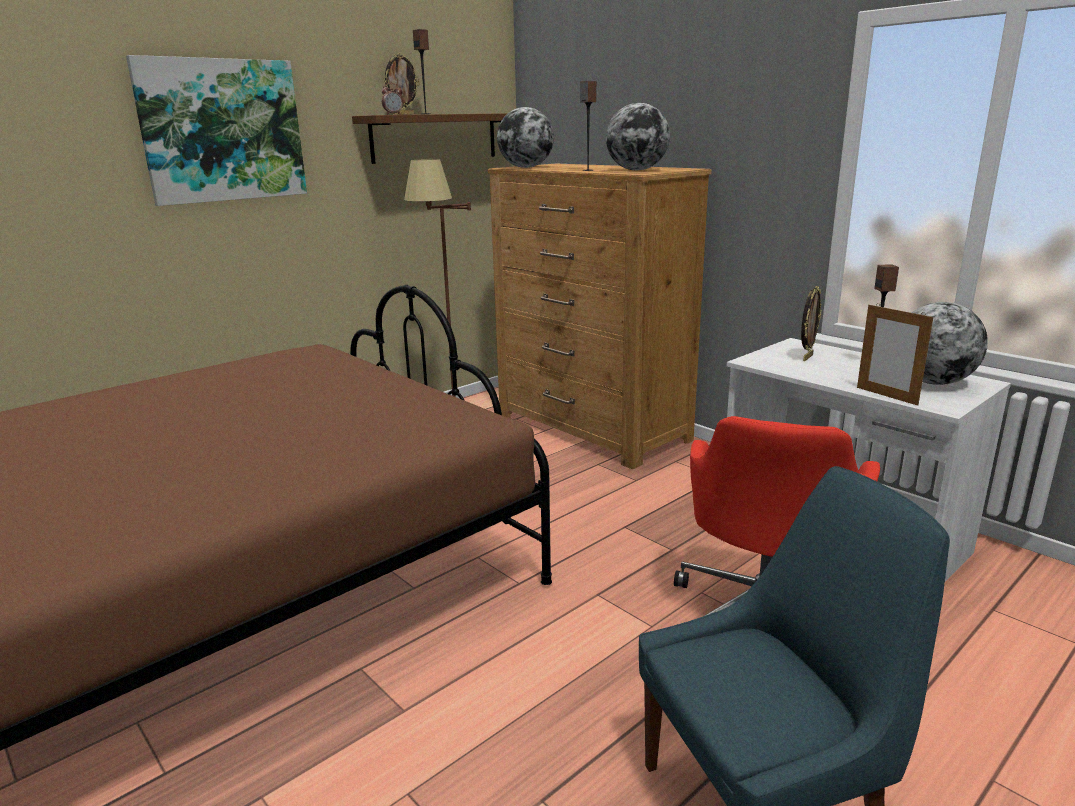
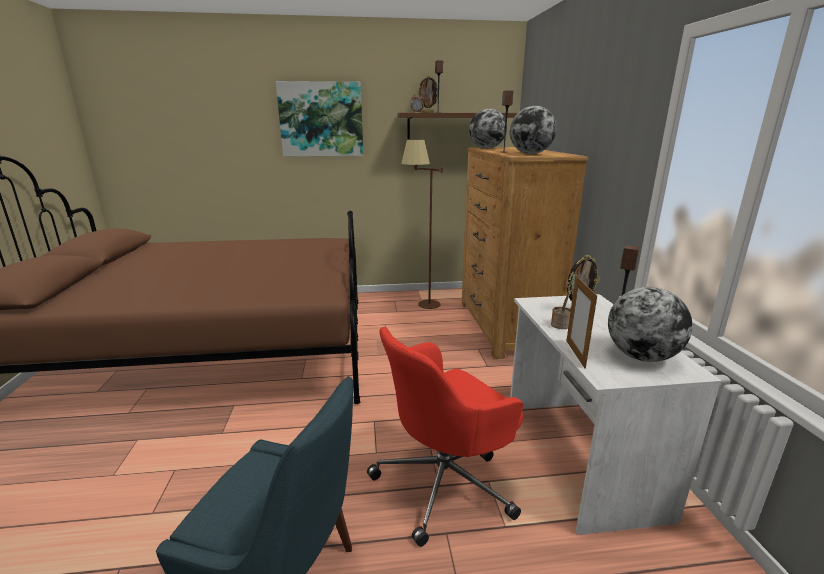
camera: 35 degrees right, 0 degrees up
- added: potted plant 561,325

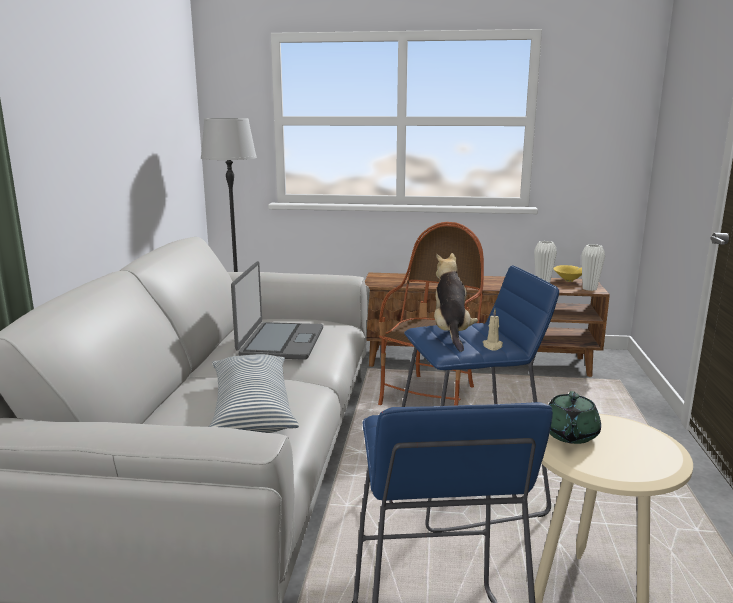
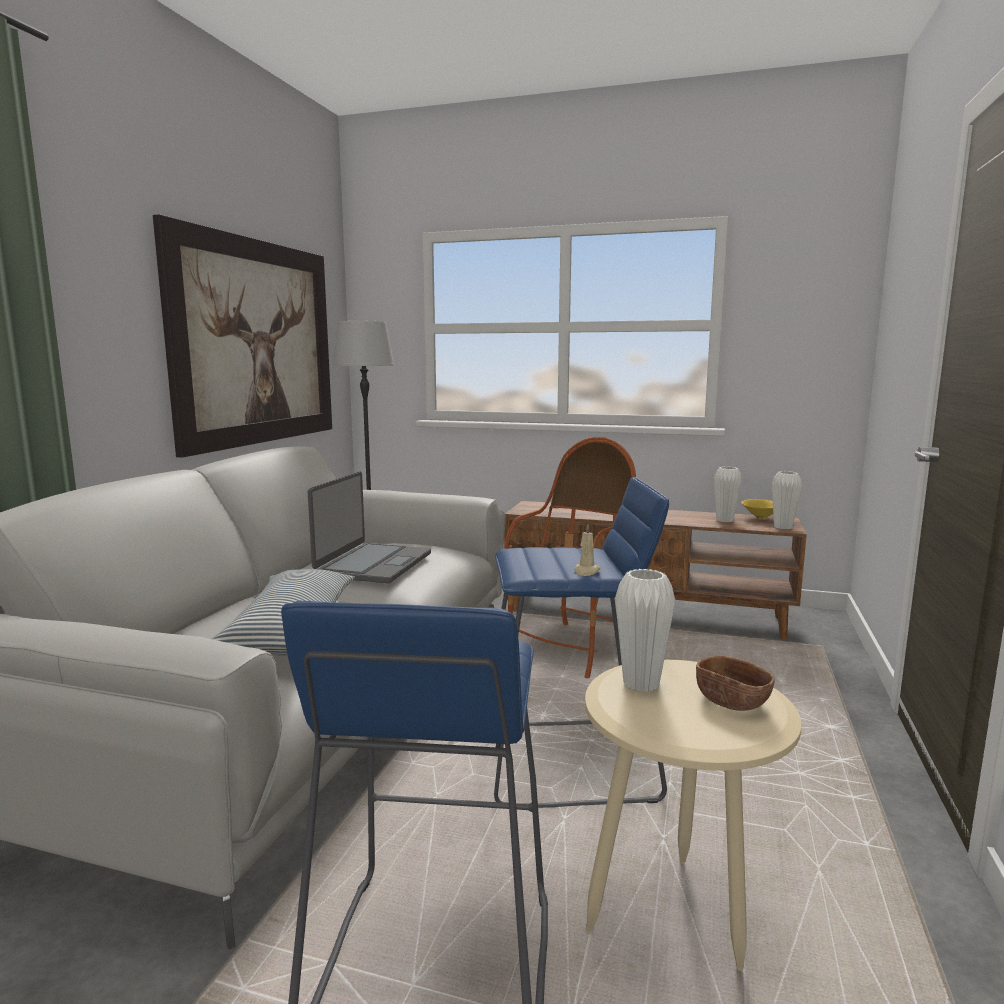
camera: 10 degrees right, 5 degrees down
- added: picture 257,343
- replaced: green teapot 569,435 to white vase 641,683
- added: brown bowl 732,701
- removed: plush toy 451,332

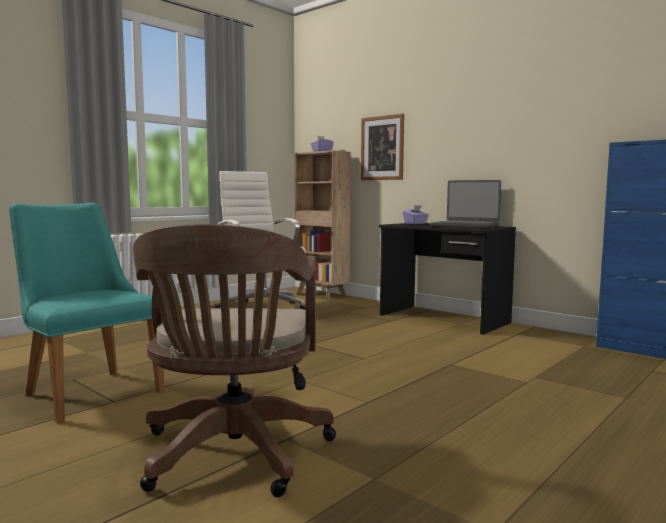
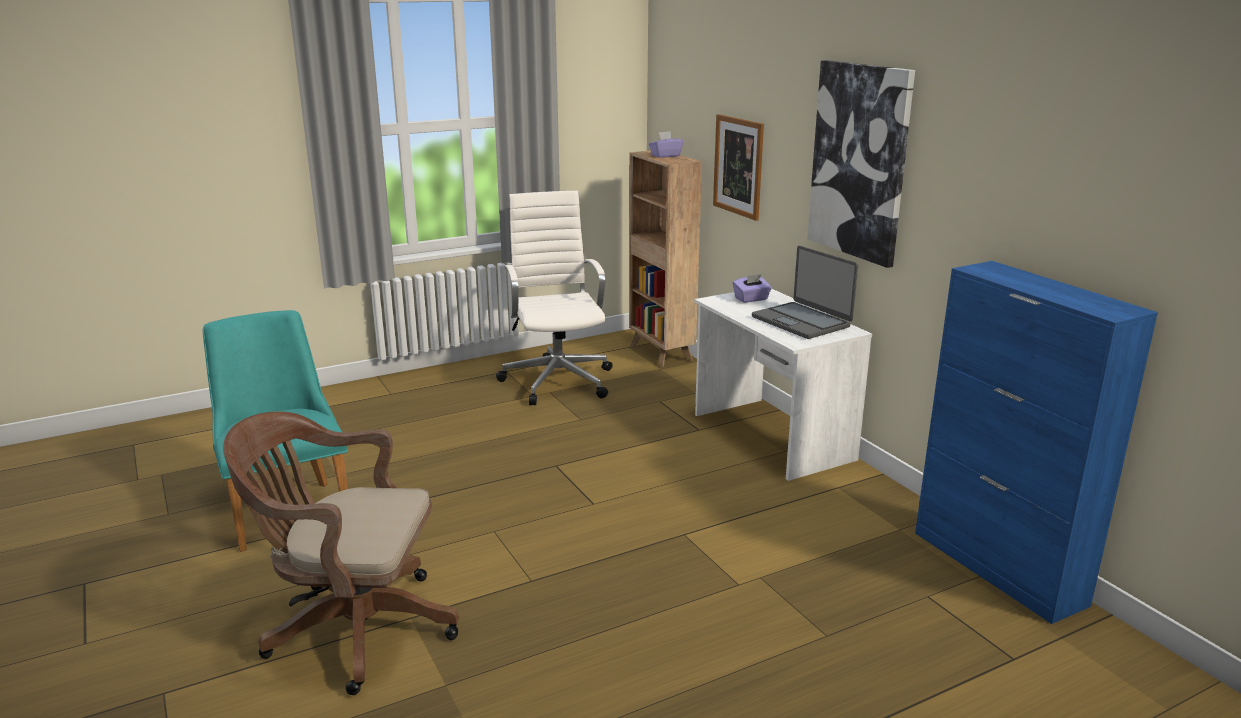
camera: 20 degrees right, 15 degrees up
- turned: brown office chair 233,456 = 352,628 75 degrees clockwise
- recoloured: black desk 443,319 to white desk 771,437
- added: picture 859,161

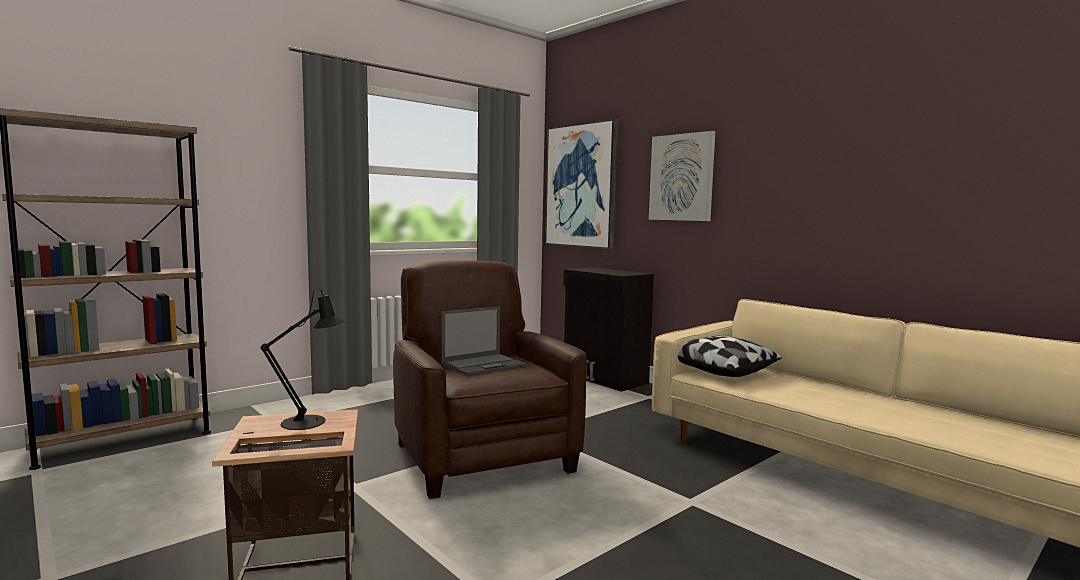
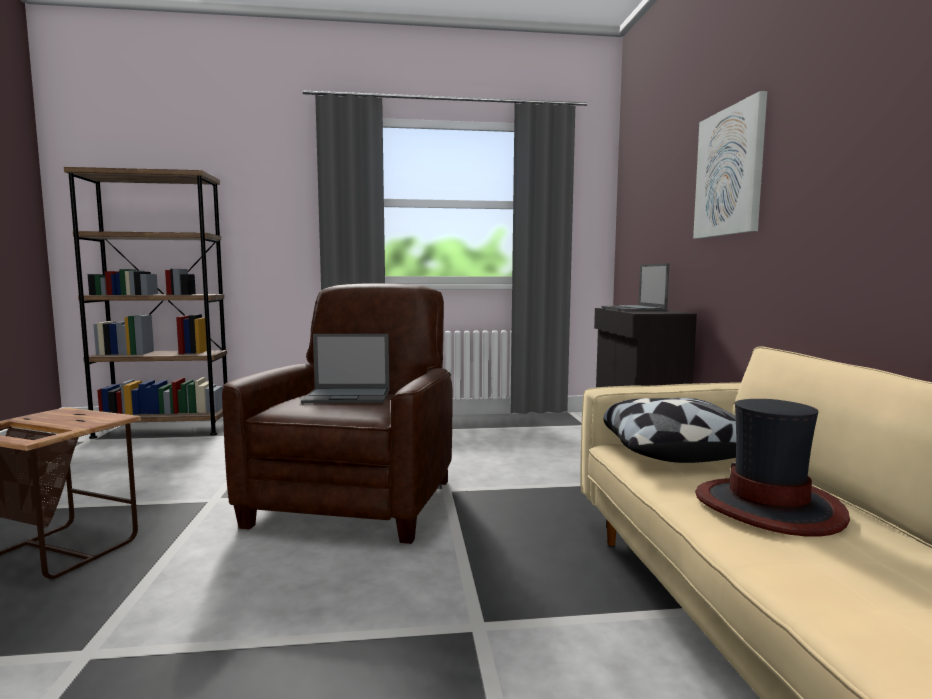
camera: 35 degrees right, 0 degrees up
- added: laptop 633,309
- added: hat 768,506
- removed: black table lamp 310,422
- removed: picture 582,186

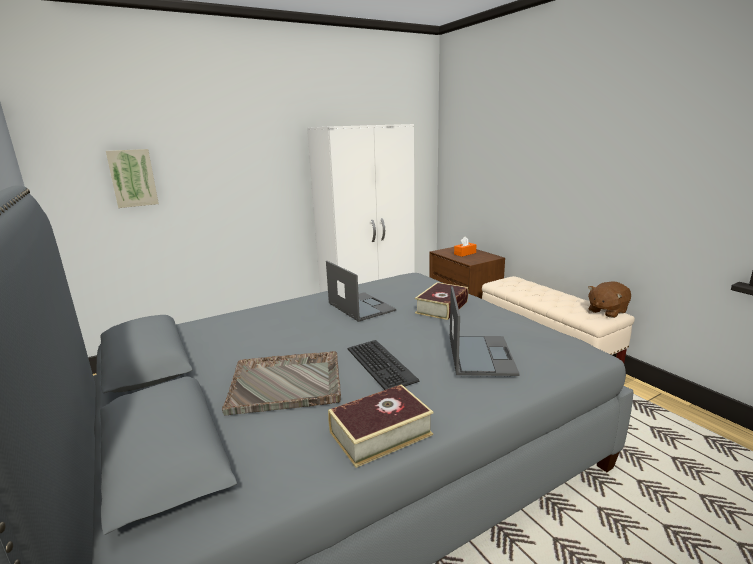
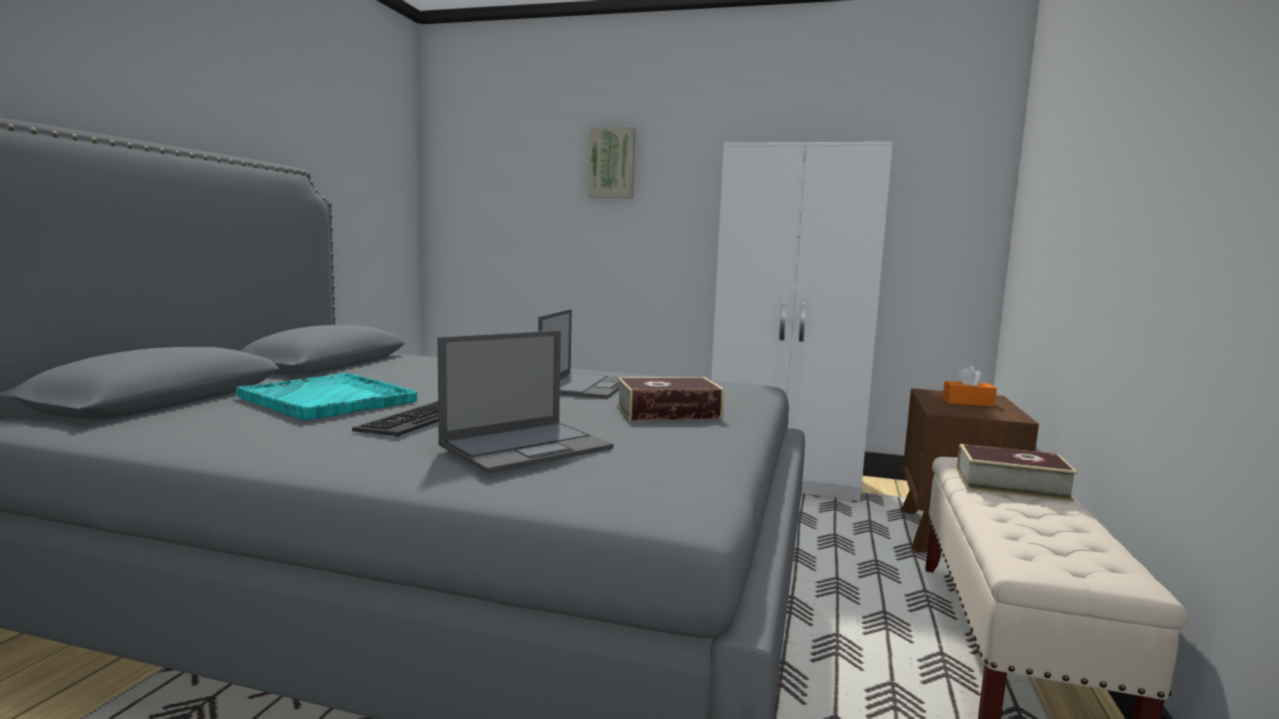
camera: 45 degrees right, 10 degrees down
- recoloured: grey tray 287,383 to turquoise tray 328,399
- moved: picture 132,178 to 612,163
- moved: book 380,433 to 1011,484
- removed: brown plush toy 606,311

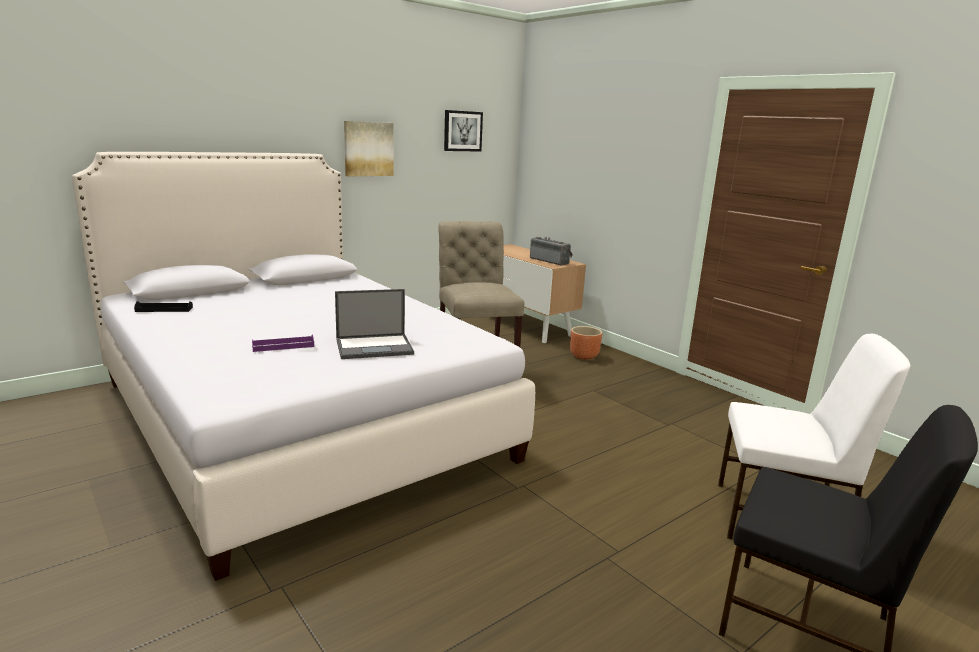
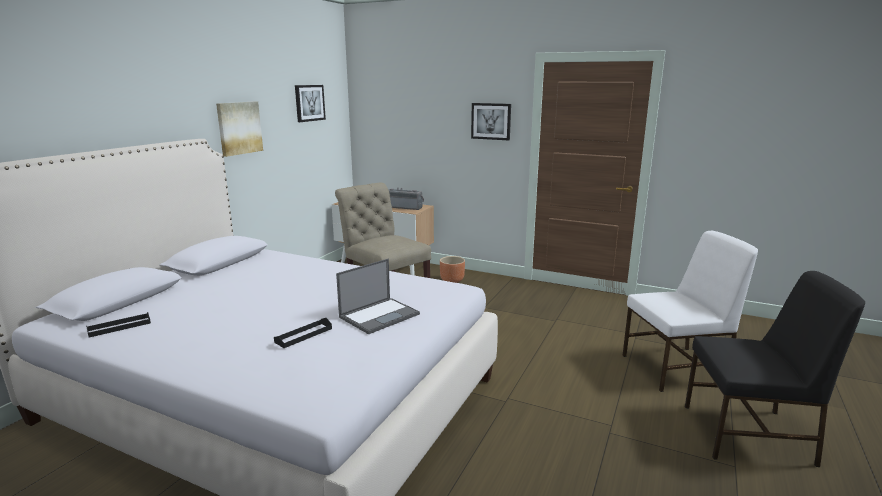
camera: 25 degrees left, 0 degrees up
- recoloured: purple tray 283,346 to black tray 303,335
- added: picture 491,121

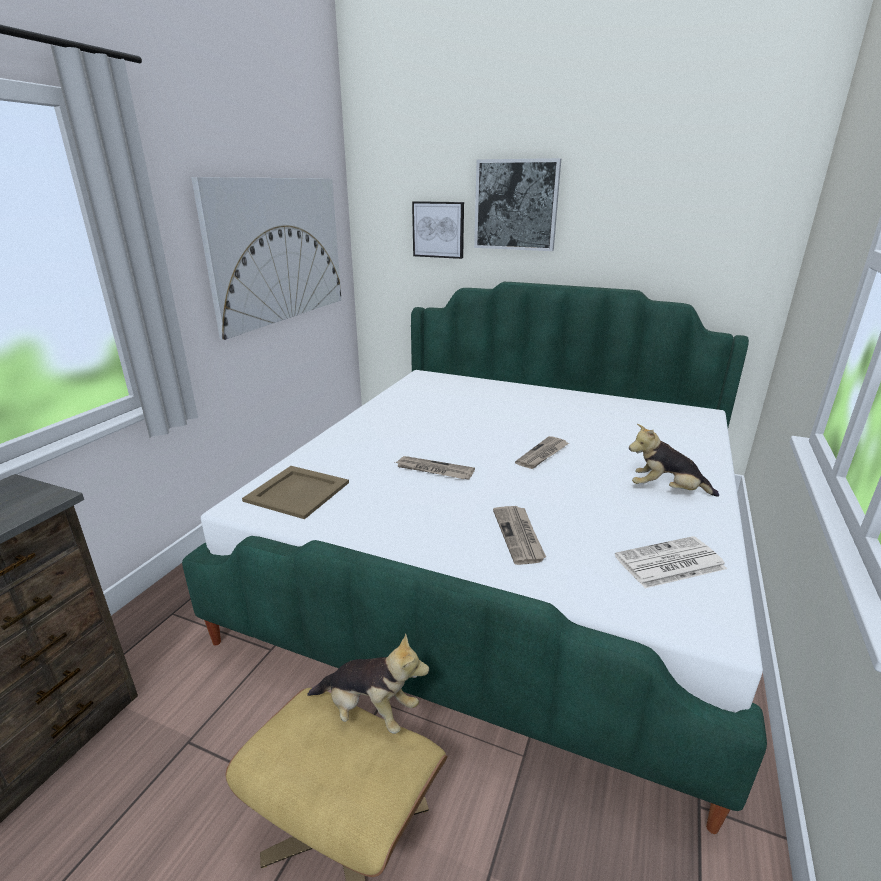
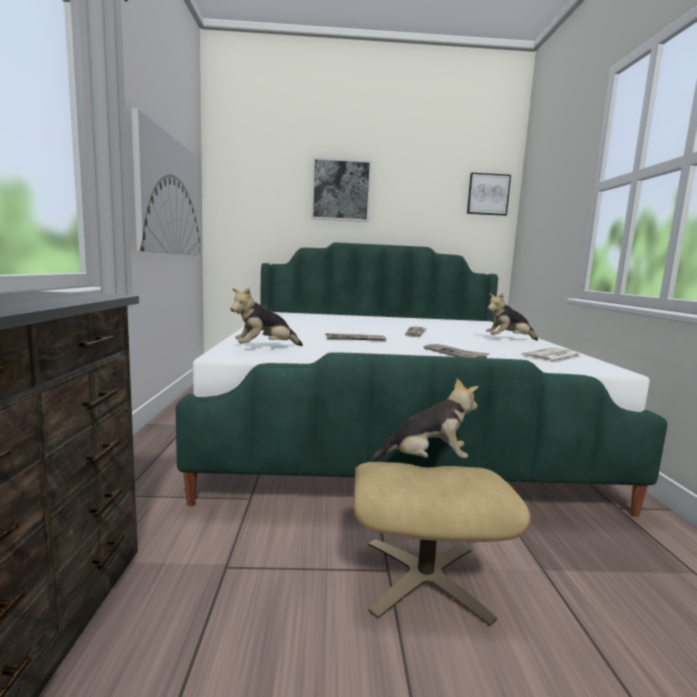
camera: 25 degrees left, 15 degrees down
- replaced: beige tray 298,491 to plush toy 265,348
- moved: picture 438,229 to 488,194

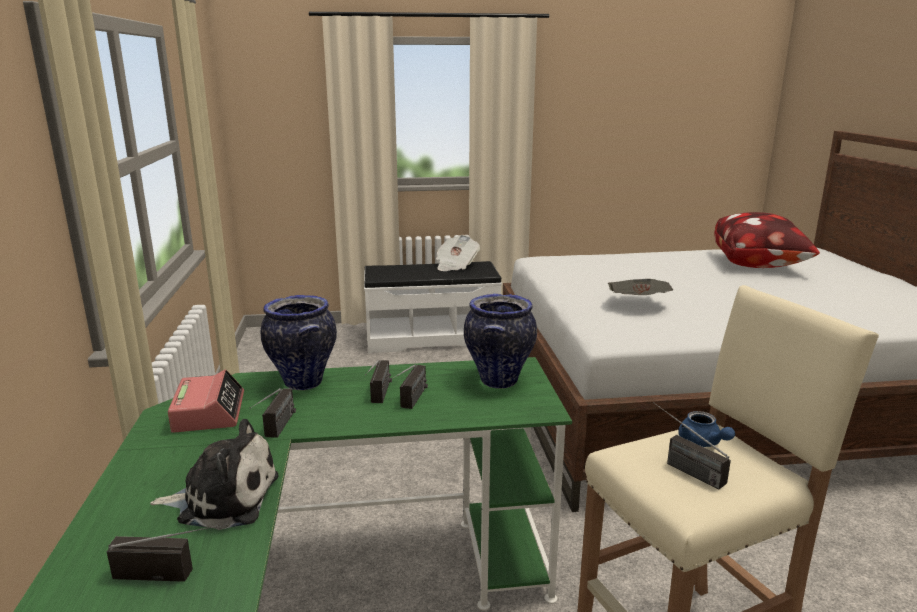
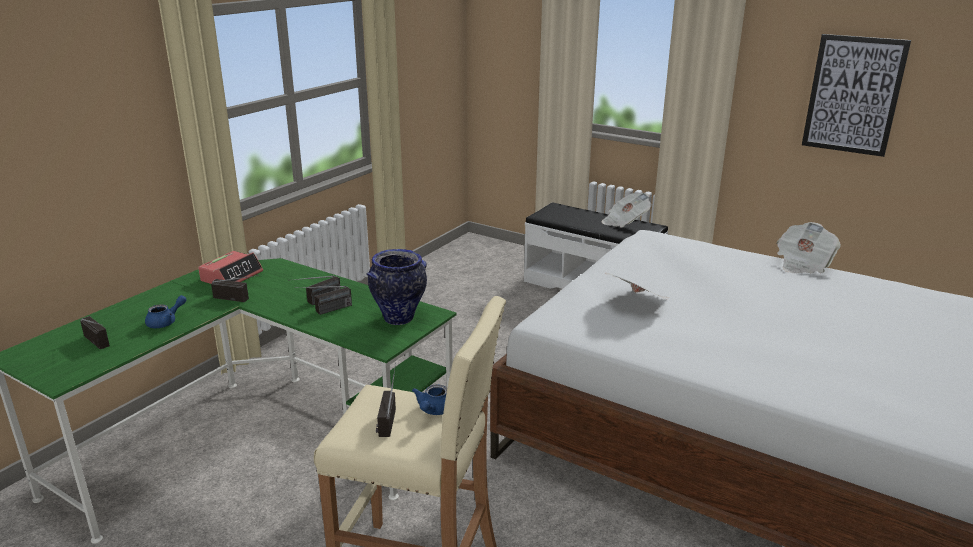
camera: 40 degrees right, 5 degrees up
- replaced: plush toy 223,498 to blue teapot 166,322
- turned: radio 276,431 = 240,299 120 degrees counterclockwise
- added: newspaper 802,264
- added: picture 853,95
- removed: vase 302,382
- removed: pillow 758,265

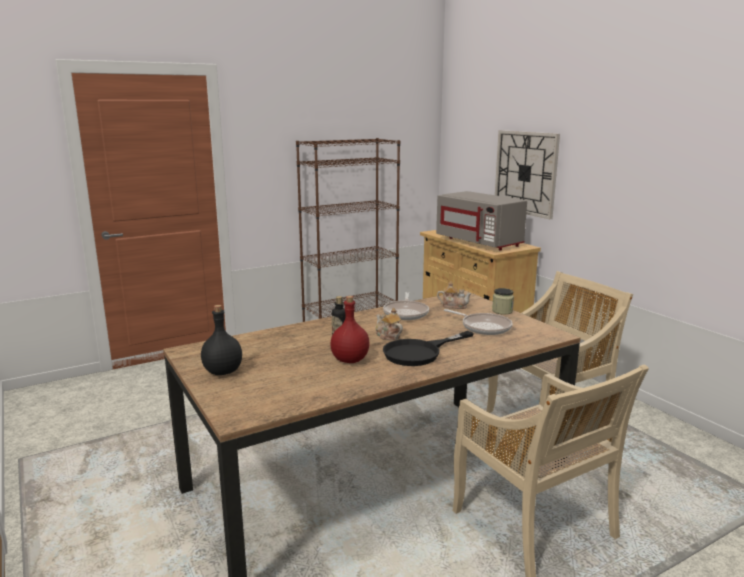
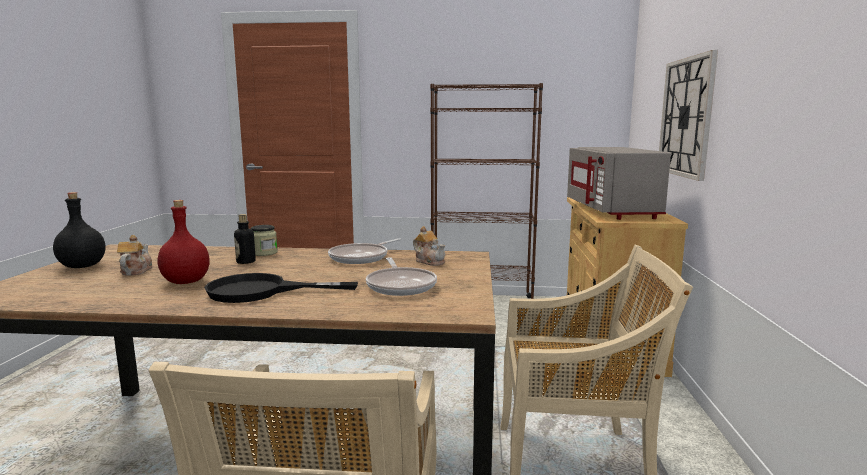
camera: 35 degrees right, 5 degrees down
- moved: teapot 387,336 to 135,271
- moved: jar 502,311 to 264,253

